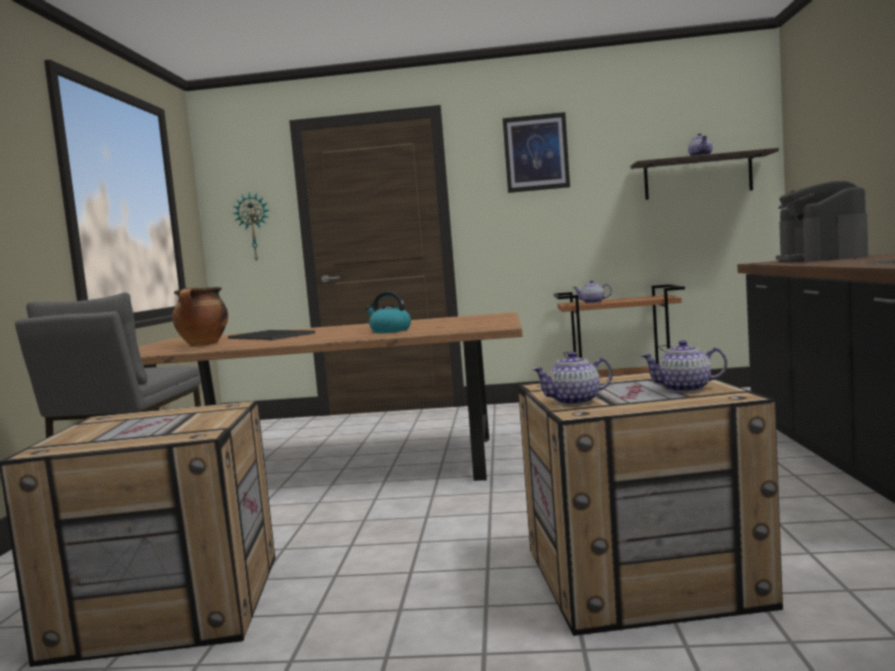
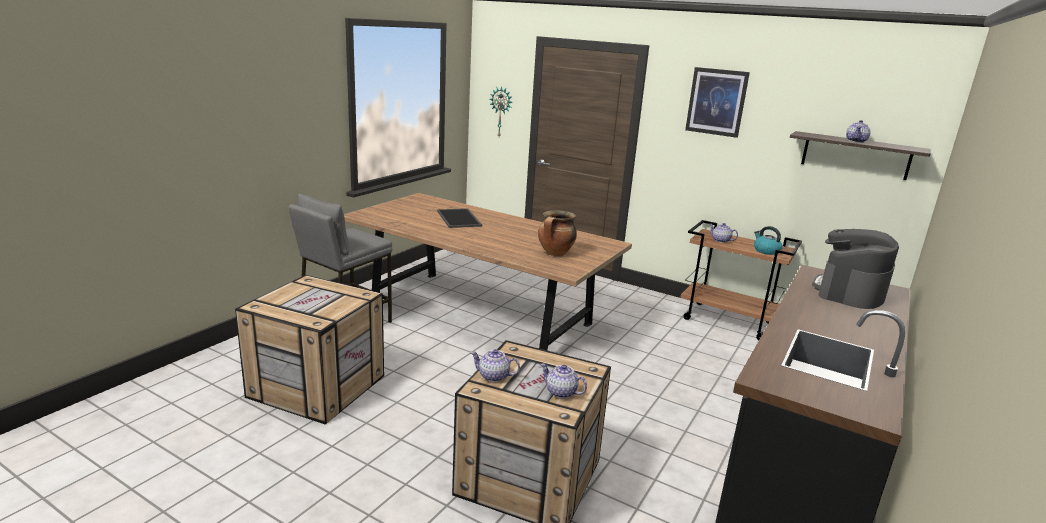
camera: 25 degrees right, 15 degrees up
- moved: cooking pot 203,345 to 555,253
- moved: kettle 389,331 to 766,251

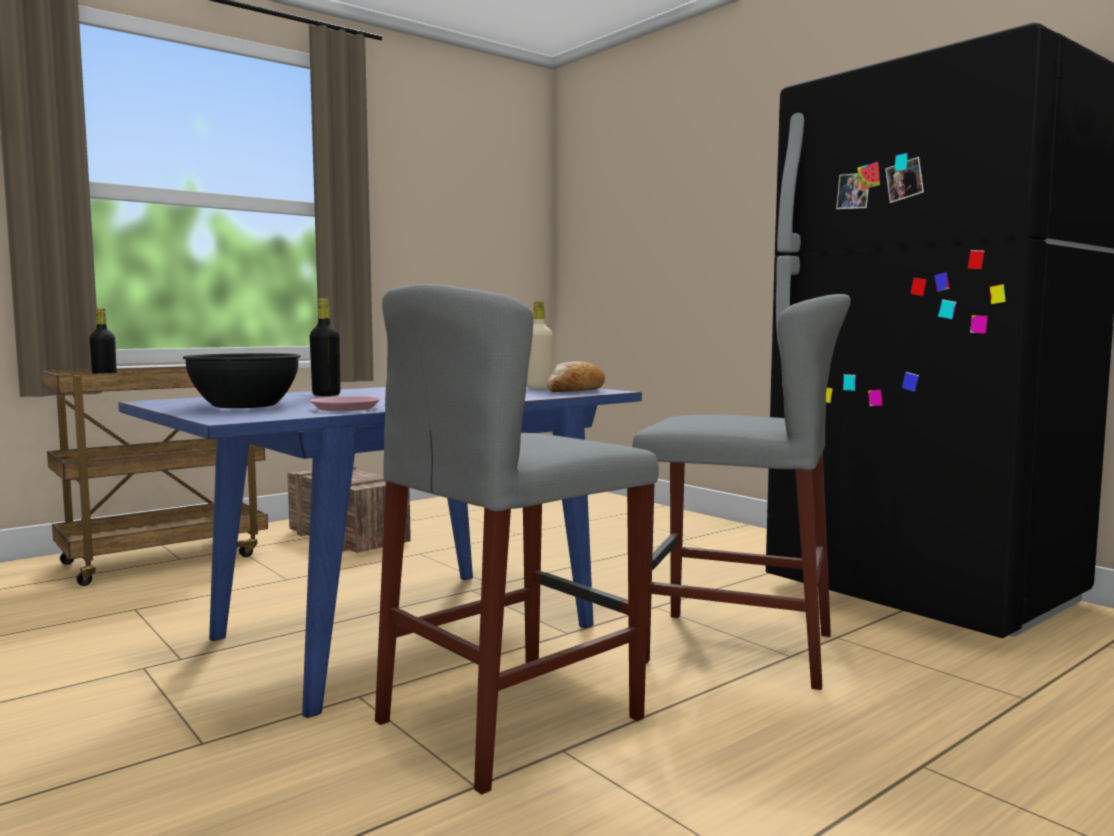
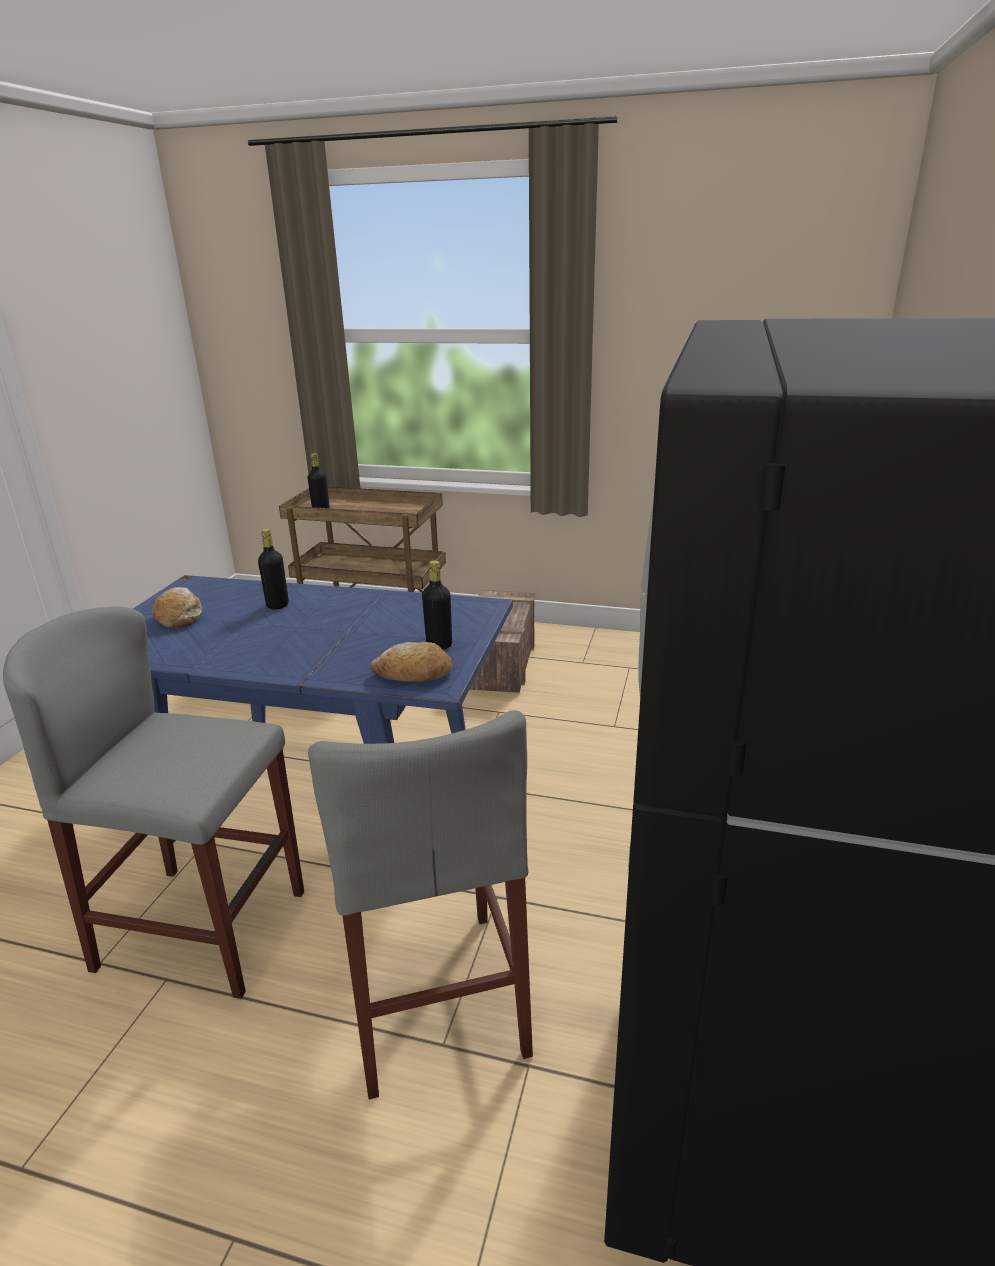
camera: 55 degrees right, 20 degrees up
- replaced: black bowl 244,405 to bread 179,616
- recoloured: beige bottle 539,387 to black bottle 439,645
- removed: pink plate 345,408

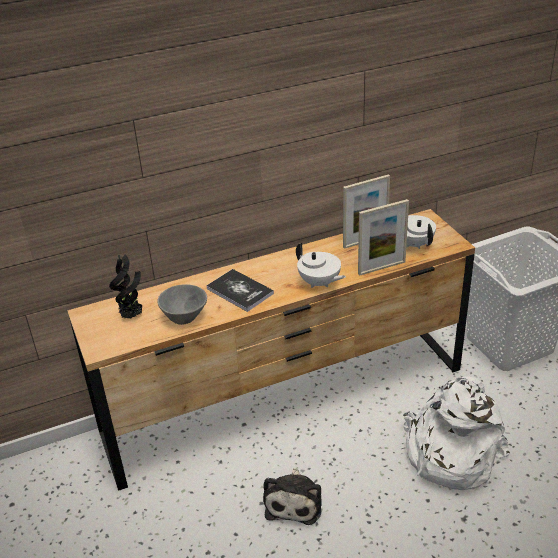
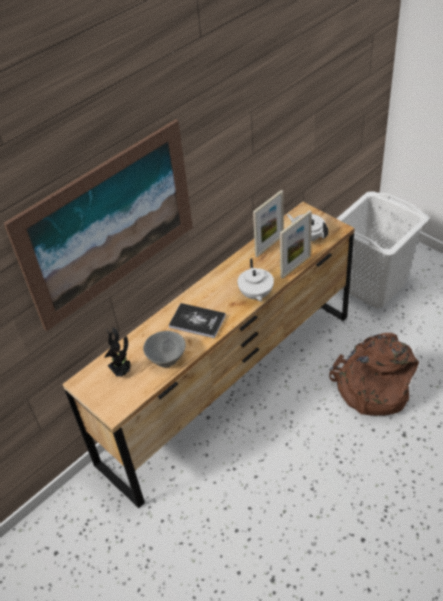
camera: 20 degrees left, 10 degrees up
- added: picture 109,224
- turned: white teapot 319,283 = 256,294 60 degrees clockwise
- recoloured: white backpack 449,453 to brown backpack 371,388
- removed: plush toy 294,501

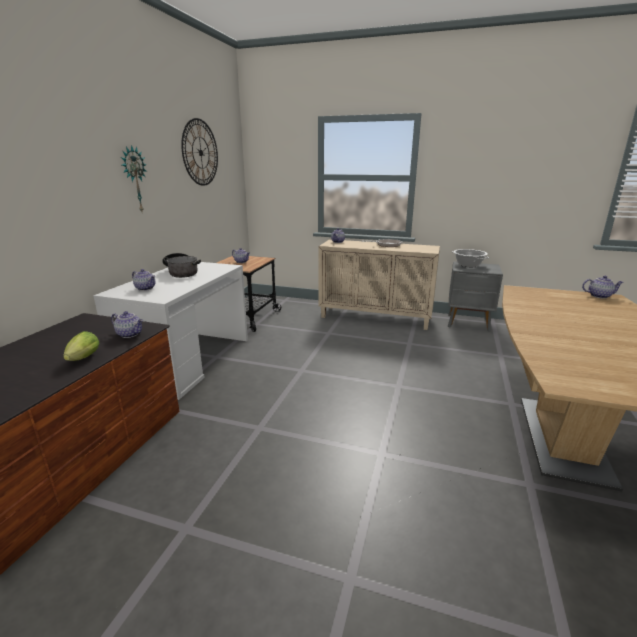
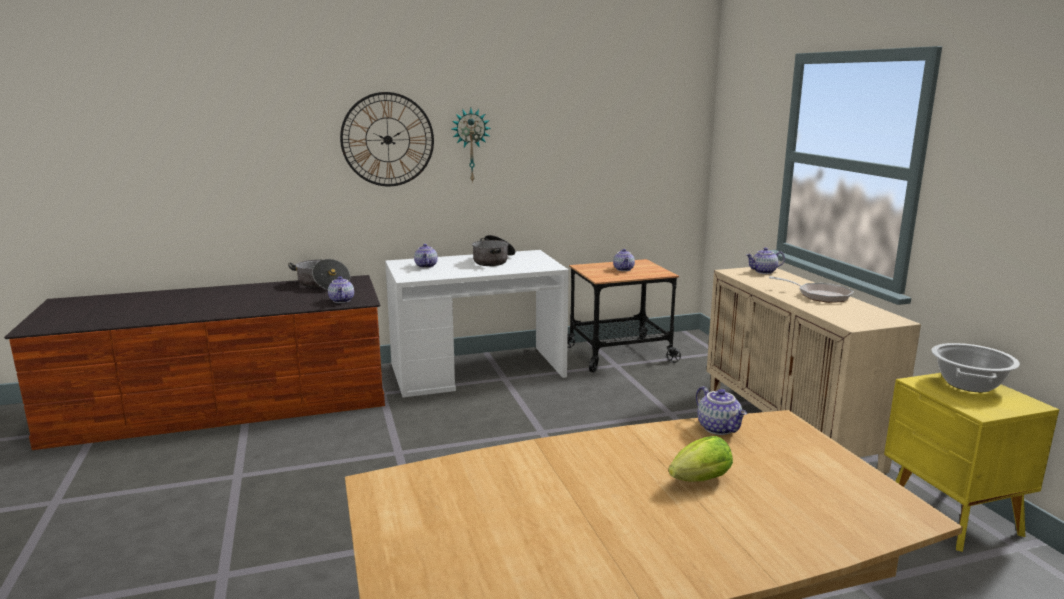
camera: 55 degrees right, 5 degrees down
- added: cooking pot 322,285
- moved: wall clock 200,152 to 387,139
- moved: lettuce 82,359 to 697,481
- moved: teapot 599,296 to 719,428
- recoloured: grey nightstand 469,323 to yellow nightstand 953,518

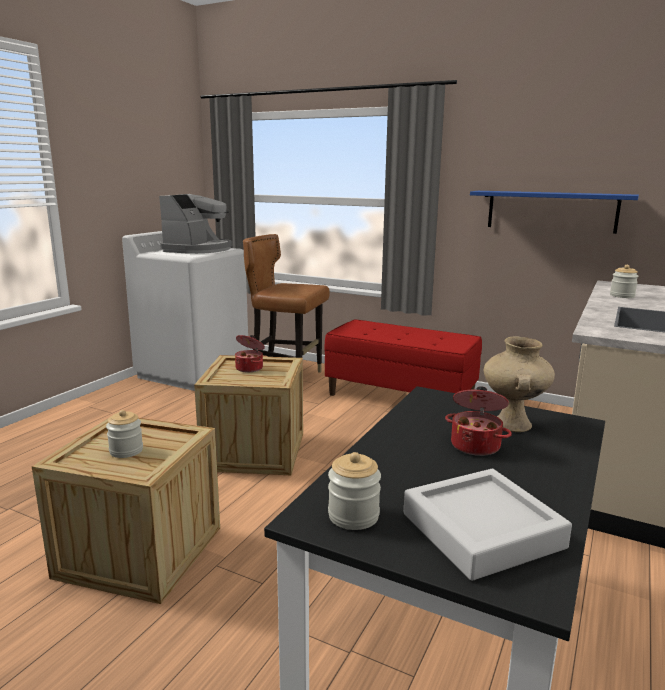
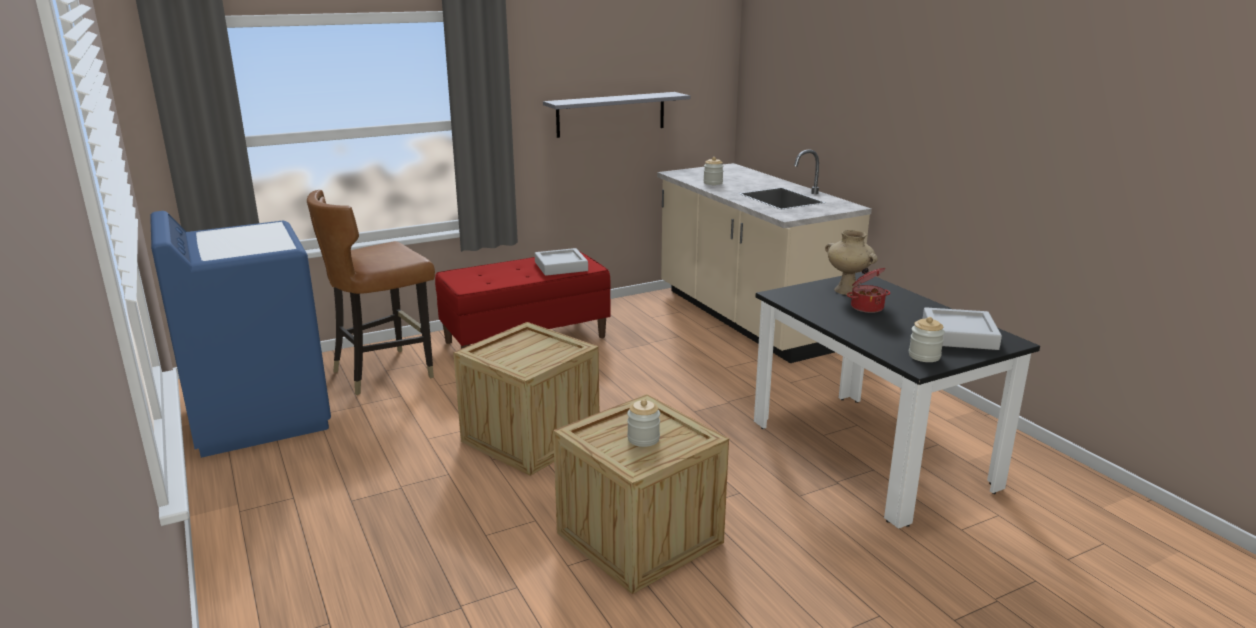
camera: 55 degrees left, 5 degrees up
- recoloured: white washing machine 194,372 to blue washing machine 259,416
- added: grey tray 561,266
- recoloured: blue shelf 551,211 to grey shelf 611,114
- removed: coffee machine 198,249
- removed: cooking pot 250,368

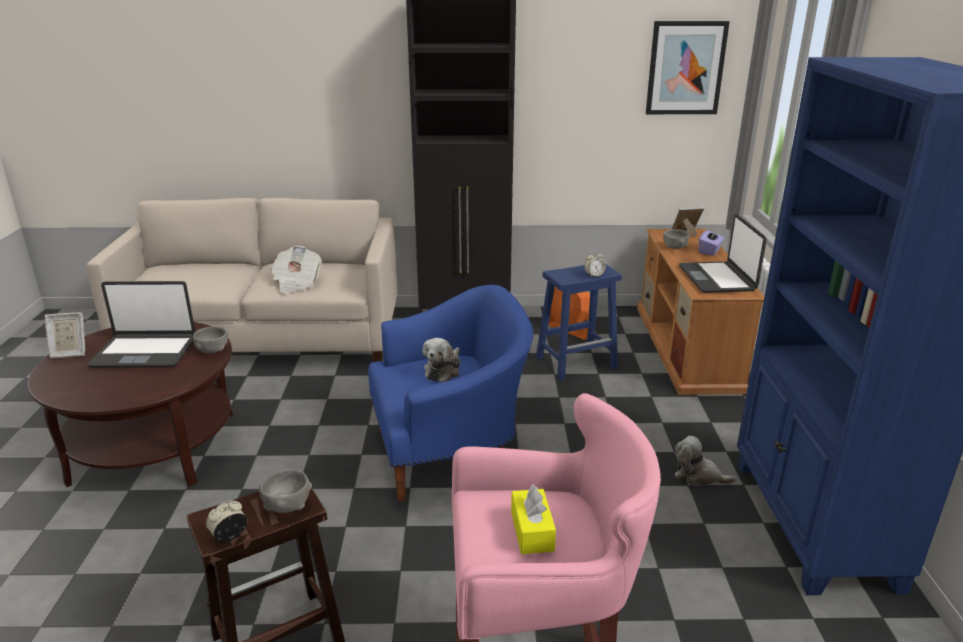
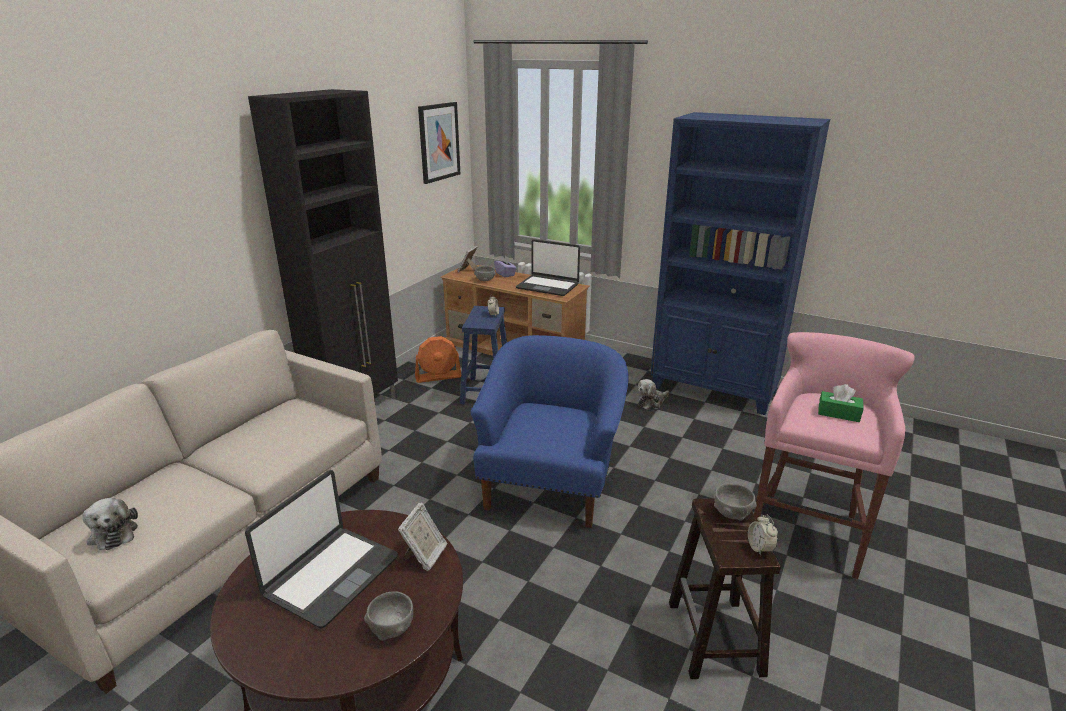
camera: 60 degrees left, 0 degrees up
- moved: plush toy 443,370 to 113,532
- moved: grey bowl 212,350 to 391,628
- moved: picture frame 69,353 to 425,556
- recoloured: yellow tissue box 532,531 to green tissue box 838,413
- removed: newspaper 297,283

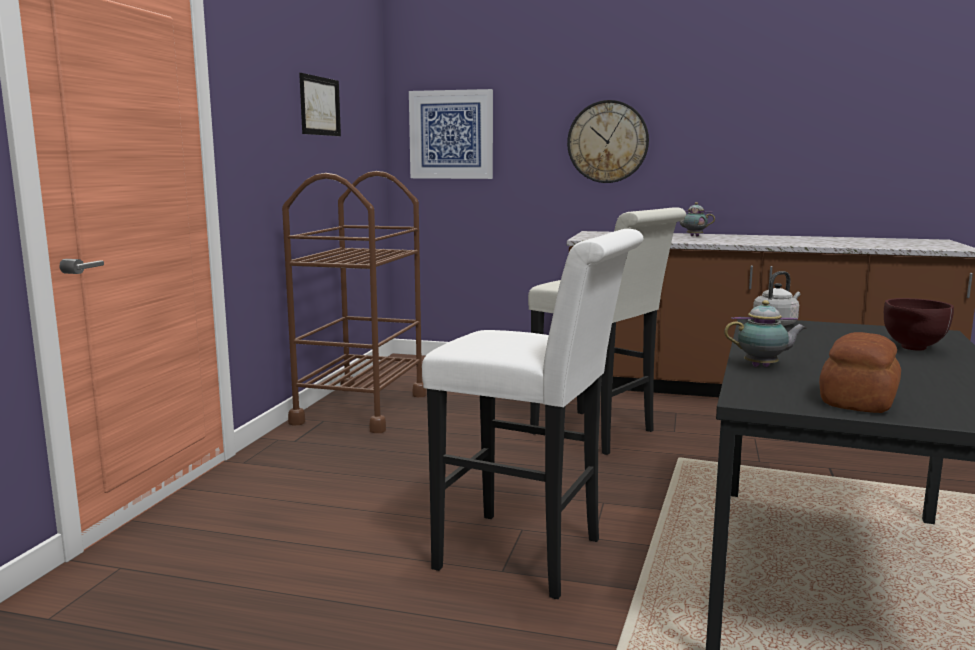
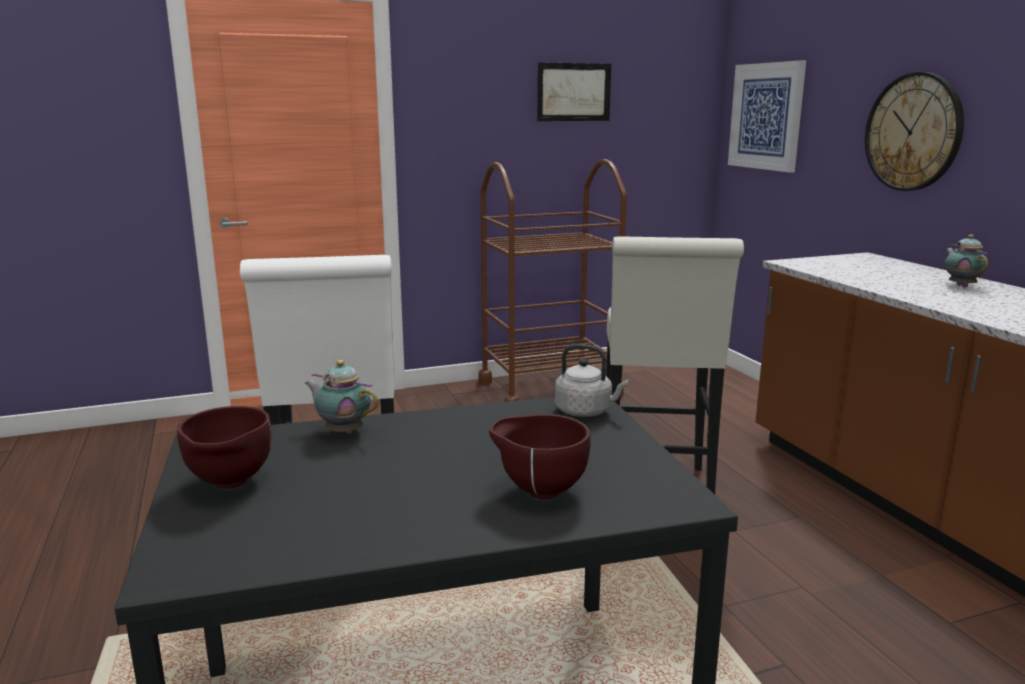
camera: 55 degrees right, 5 degrees up
- replaced: bread 859,400 to brown bowl 229,484
- turned: teapot 763,366 = 343,431 150 degrees clockwise

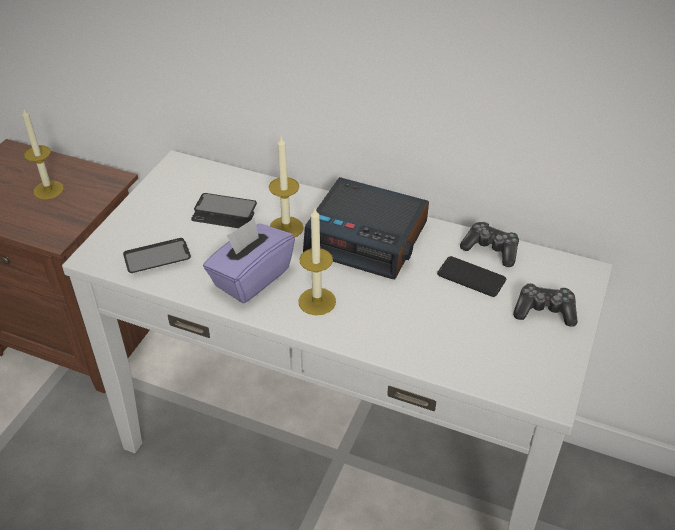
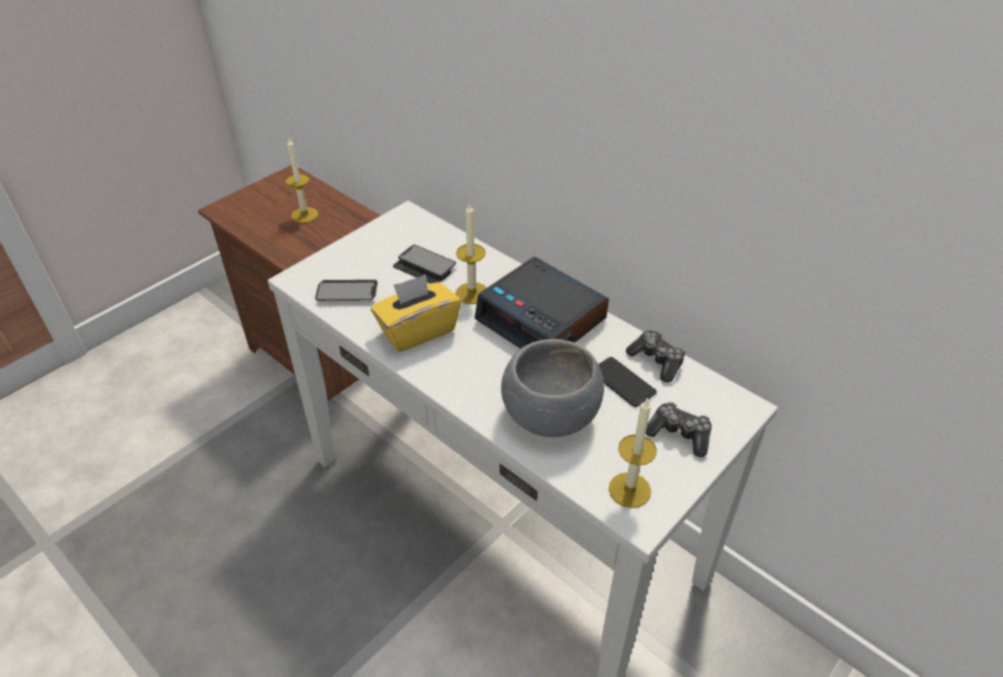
camera: 20 degrees right, 0 degrees up
- recoloured: purple tissue box 251,278 to yellow tissue box 417,330
- added: grey bowl 550,414
- moved: candle 317,301 to 629,490

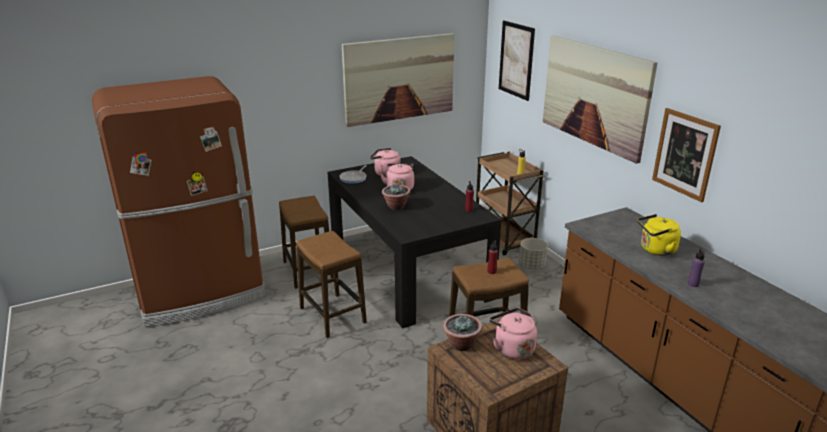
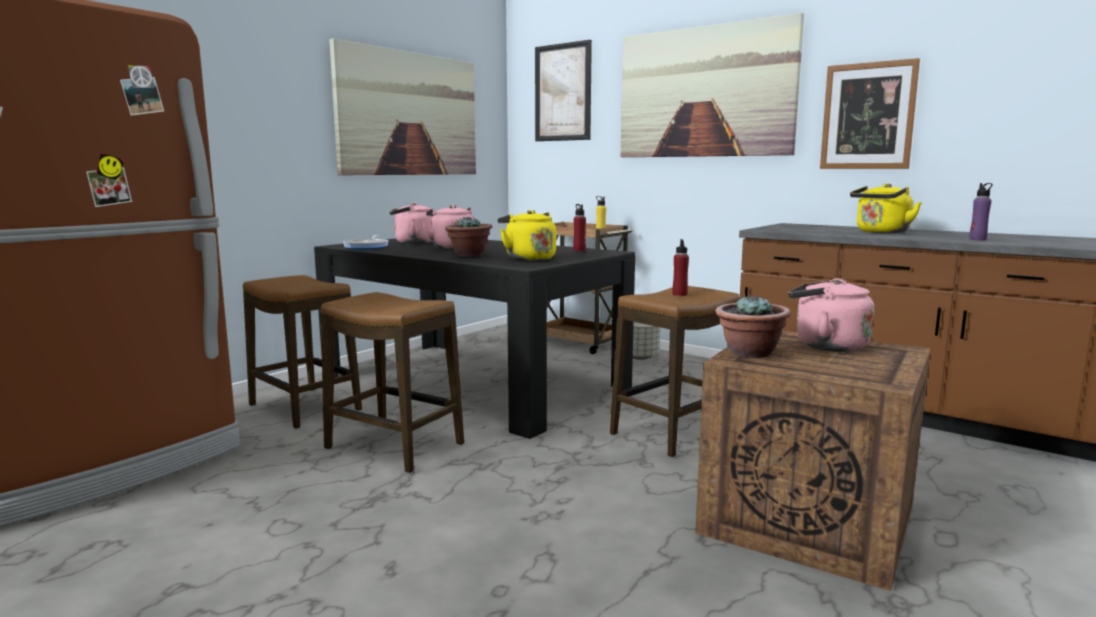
camera: 25 degrees left, 15 degrees down
- added: yellow kettle 528,258

